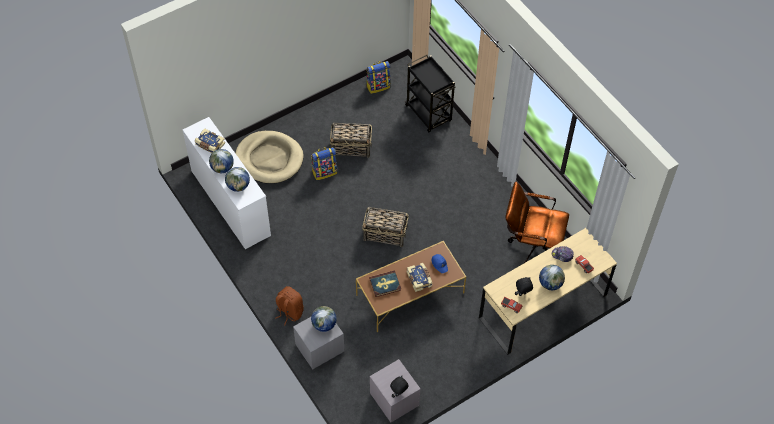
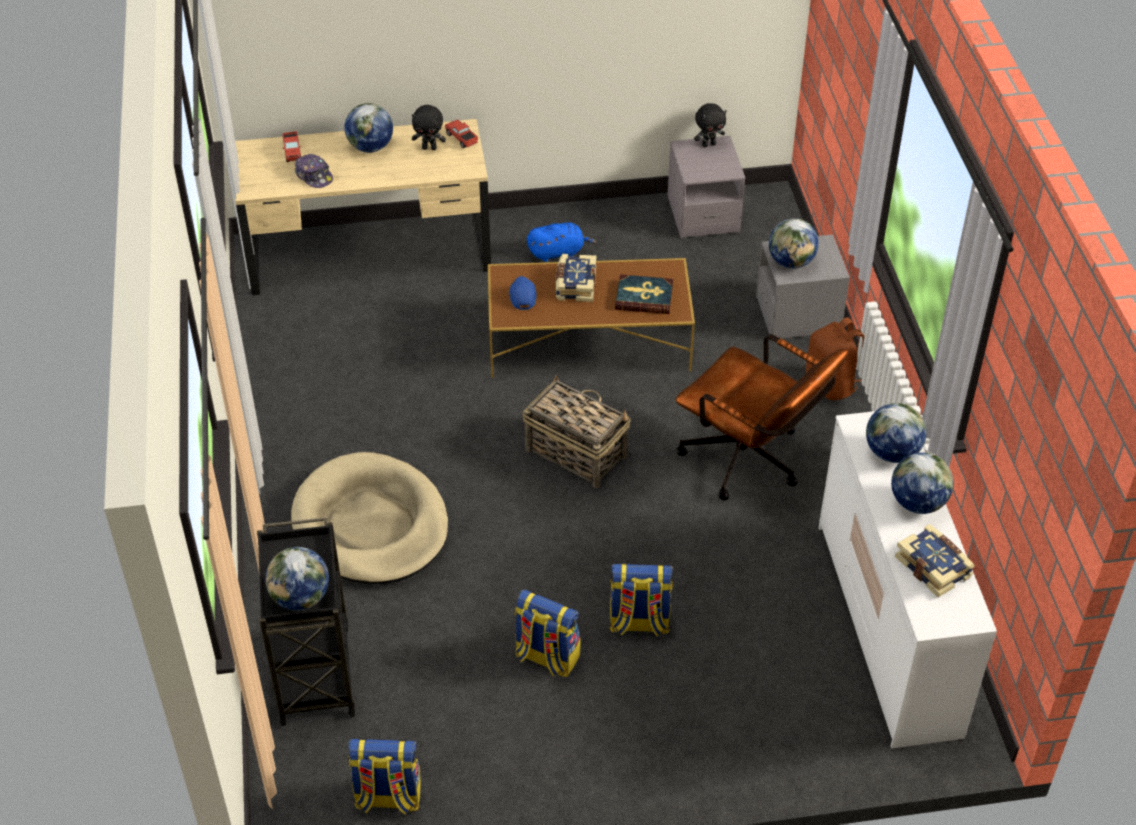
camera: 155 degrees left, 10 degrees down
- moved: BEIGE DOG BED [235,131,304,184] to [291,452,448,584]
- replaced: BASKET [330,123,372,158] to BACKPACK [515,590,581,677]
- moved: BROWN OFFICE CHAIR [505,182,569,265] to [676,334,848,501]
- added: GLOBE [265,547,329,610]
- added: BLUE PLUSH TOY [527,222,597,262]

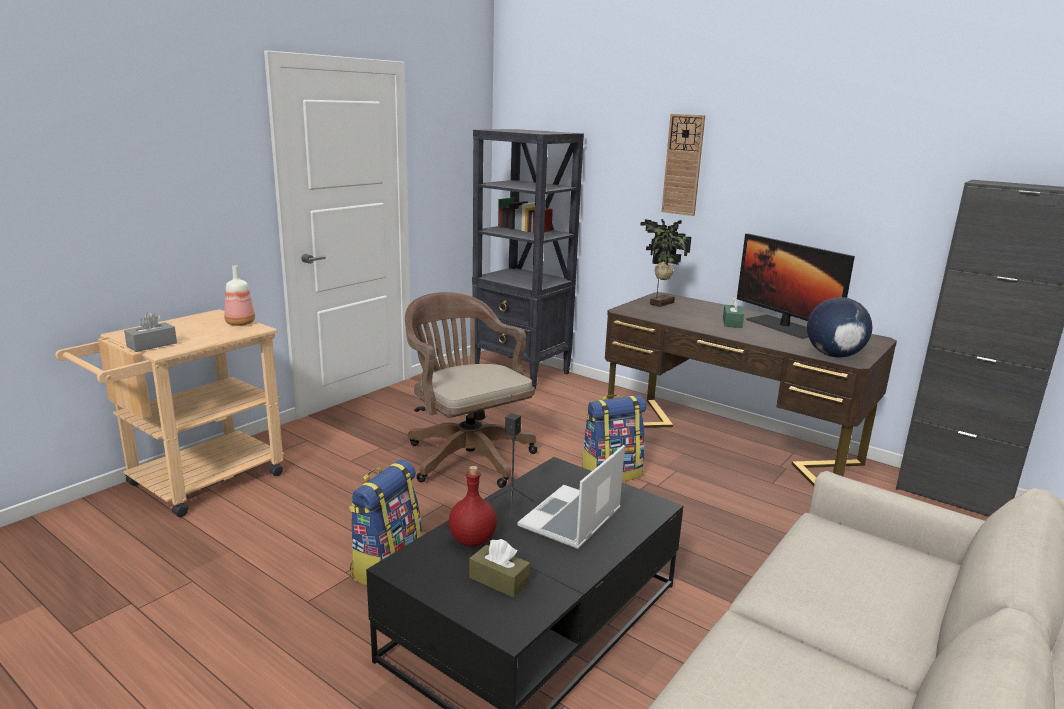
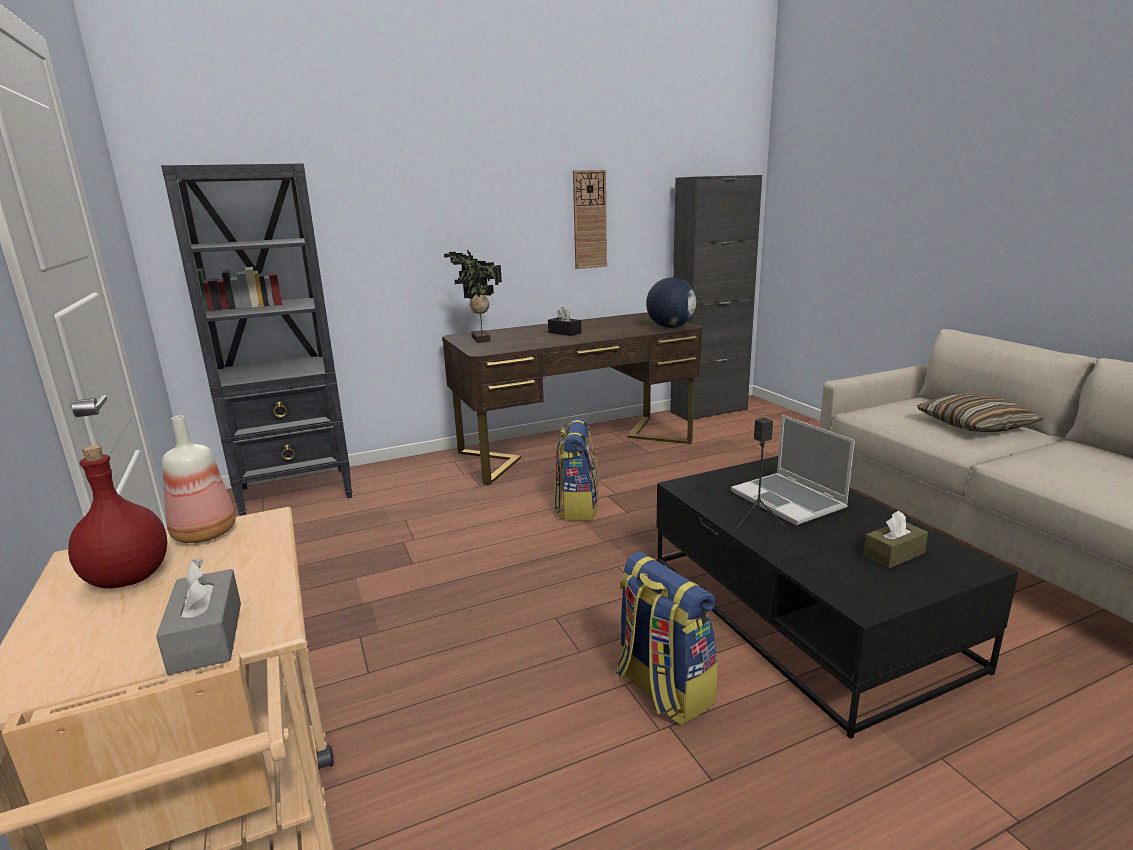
camera: 60 degrees left, 0 degrees up
- removed: BROWN OFFICE CHAIR [405,292,538,488]
- moved: RED BOTTLE [449,466,497,547] to [68,445,167,588]
- moved: WALL CLOCK [661,114,705,216] to [573,170,607,269]
- recoloured: GREEN TISSUE BOX [723,296,744,328] to BLACK TISSUE BOX [548,307,582,336]
- removed: MONITOR [737,234,855,339]
- added: PILLOW [917,393,1044,432]

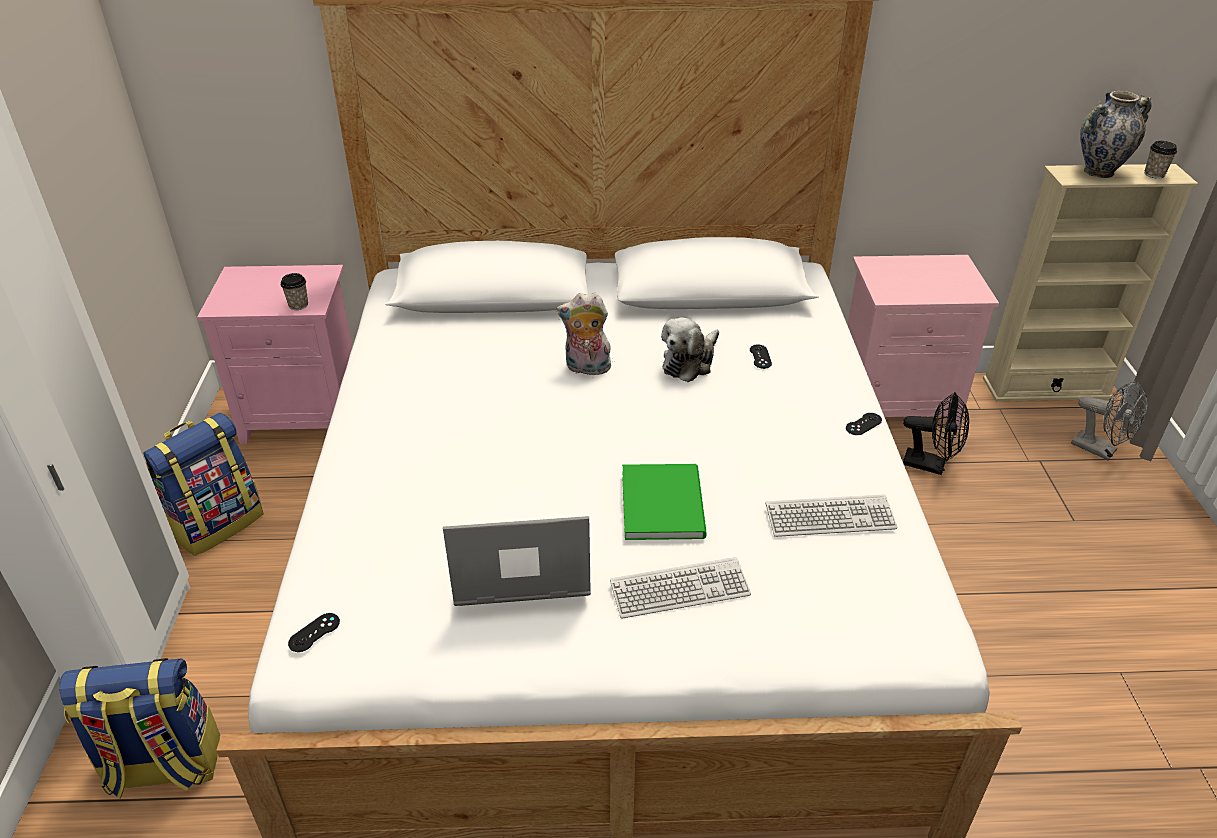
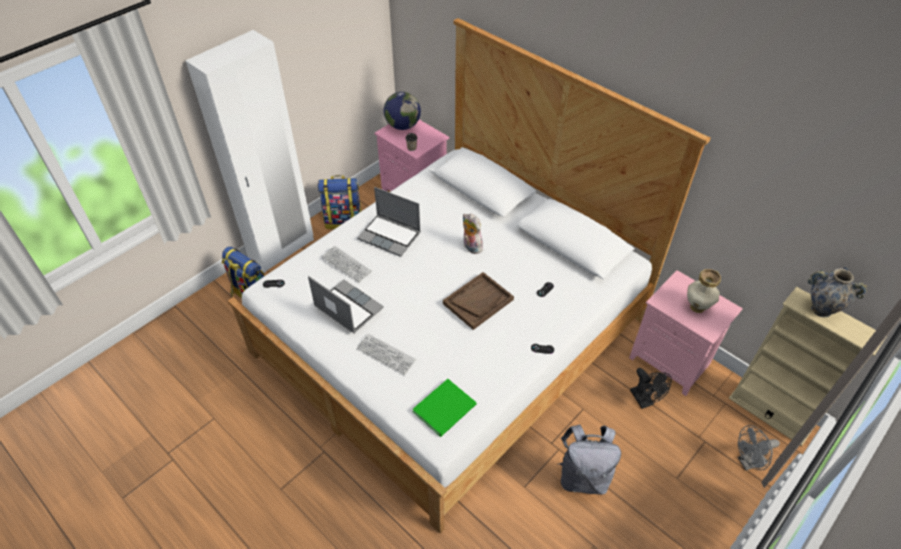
camera: 45 degrees right, 10 degrees up
- moved: GREEN BOOK [622,464,707,540] to [412,379,476,437]
- removed: PLUSH TOY [661,318,719,382]
- moved: KEYBOARD [766,494,897,537] to [322,246,372,283]
- turned: GREY FAN [1071,380,1147,460] = [738,425,780,470] 75 degrees clockwise
- removed: CUP [1145,141,1177,179]
- added: LAPTOP [357,187,421,257]
- added: GLOBE [384,92,421,130]
- added: BROWN TRAY [443,272,514,330]
- added: GREY BACKPACK [557,424,621,495]
- added: VASE [687,269,721,313]

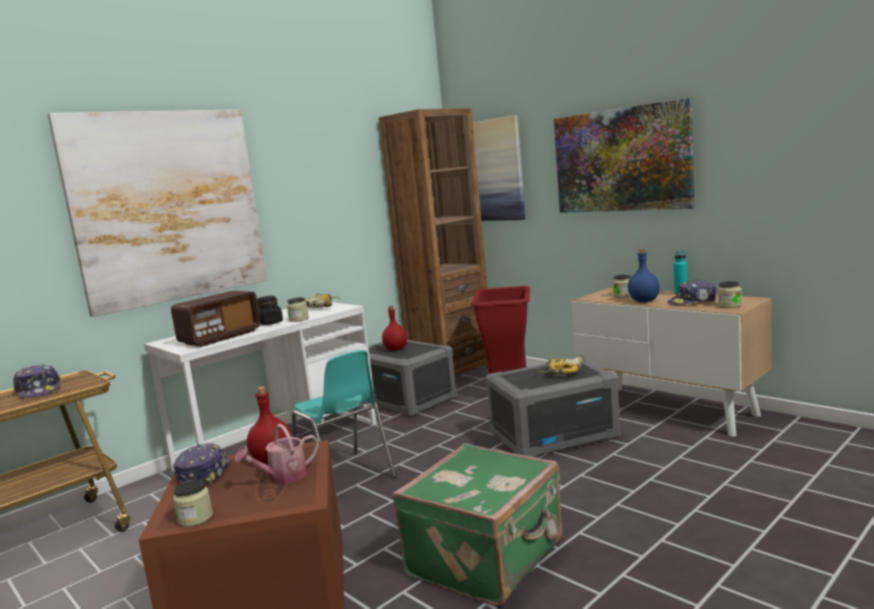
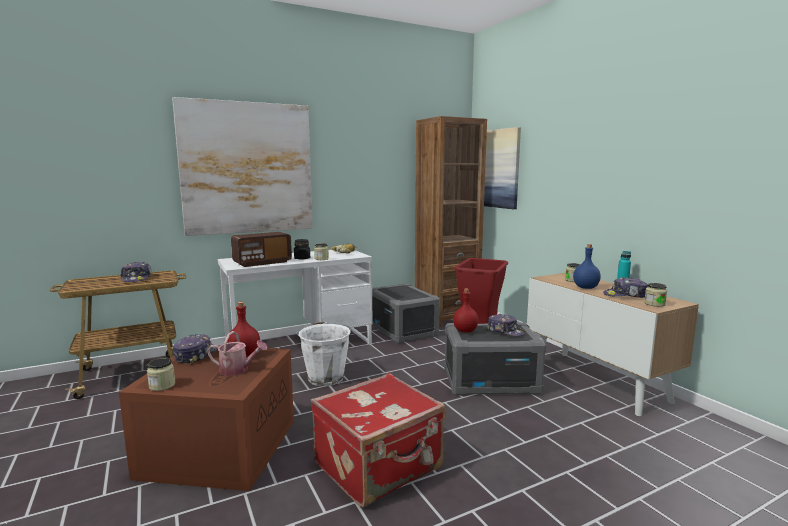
camera: 15 degrees right, 0 degrees up
- turned: WATERING CAN [235,424,319,484] = [207,331,267,376] 150 degrees counterclockwise
- replaced: TURQUOISE CHAIR [292,350,396,501] to WHITE BUCKET [296,322,351,386]
- moved: RED BOTTLE [382,306,407,351] to [453,289,478,333]
- recoloured: GREEN SUITCASE [392,443,563,606] to RED SUITCASE [311,373,445,507]
- replaced: POWER DRILL [538,355,584,374] to CAP [486,314,525,336]
- removed: PICTURE [554,98,695,213]

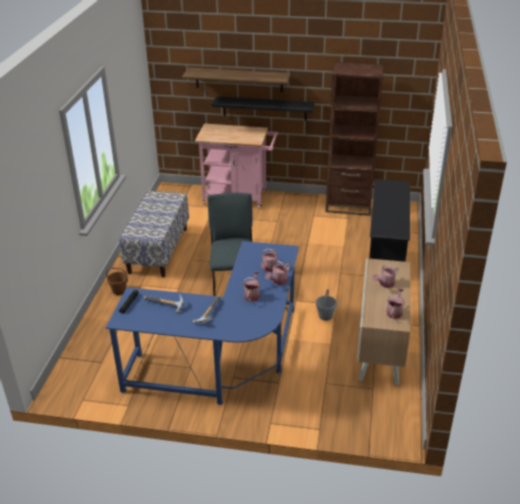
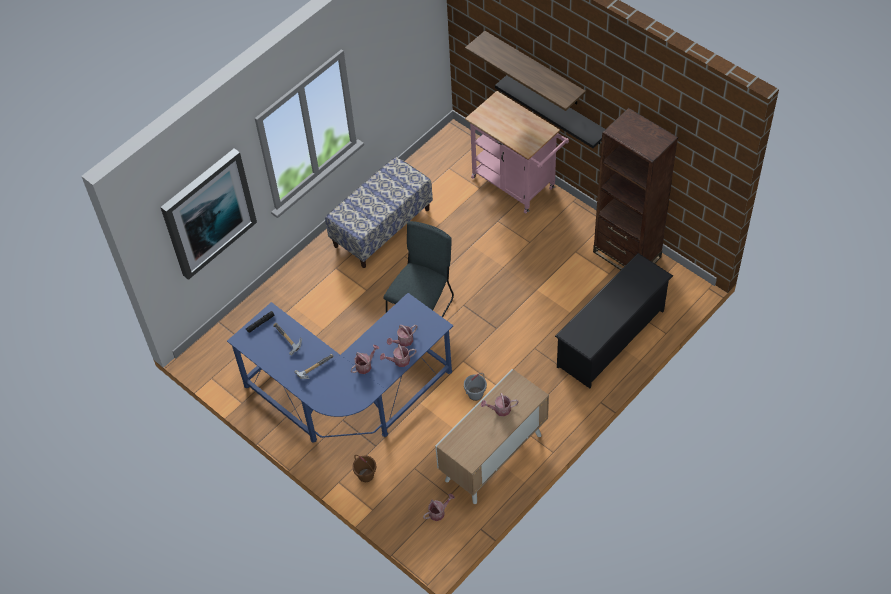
camera: 35 degrees right, 20 degrees up
- moved: BROWN BUCKET [106,267,128,295] to [352,455,376,482]
- moved: WATERING CAN [386,288,405,319] to [423,493,455,521]
- added: PICTURE [160,148,257,280]

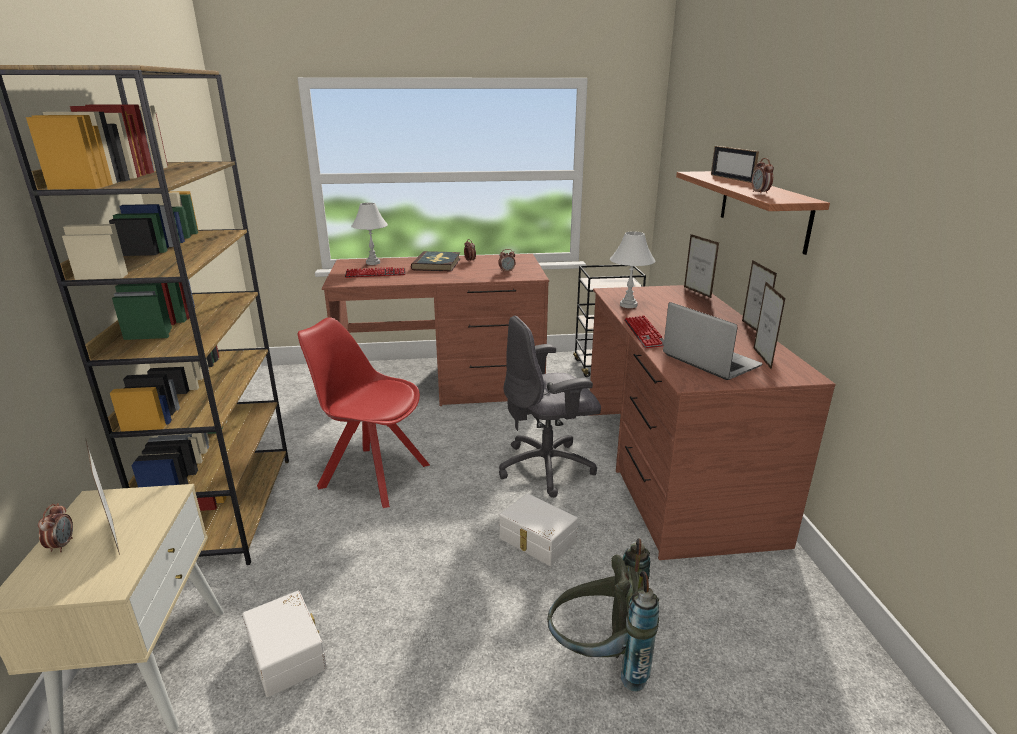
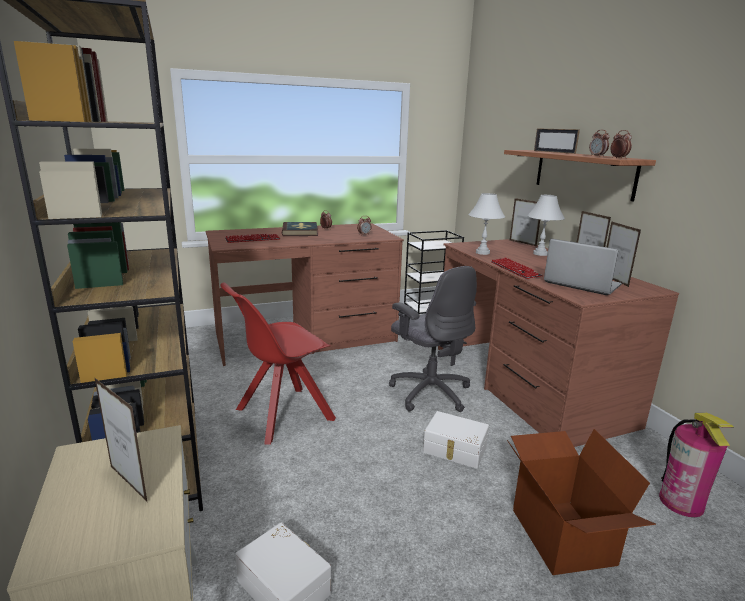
camera: 15 degrees left, 5 degrees down
- moved: ALARM CLOCK [38,503,73,552] to [611,130,632,159]
- turned: RED CHAIR [298,317,430,508] = [221,282,336,445] 45 degrees counterclockwise
- moved: WHITE TABLE LAMP [351,203,388,265] to [527,195,565,256]
- turned: GREY OFFICE CHAIR [499,316,601,498] = [389,266,477,412] 90 degrees counterclockwise
- replaced: GREY BACKPACK [547,538,659,692] to CARDBOARD BOX [507,429,656,575]
- added: FIRE EXTINGUISHER [659,413,733,517]

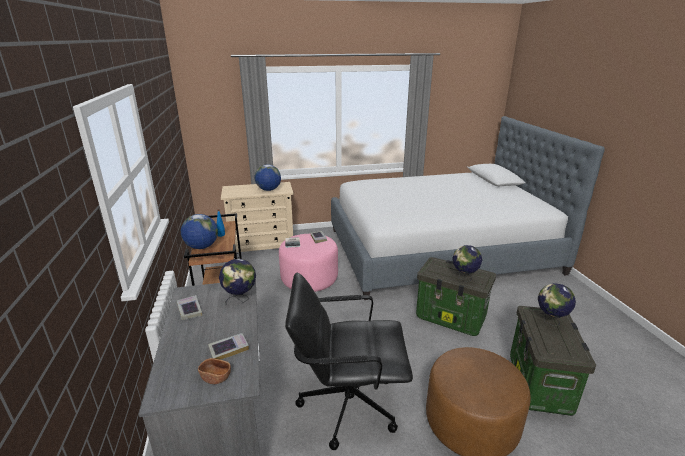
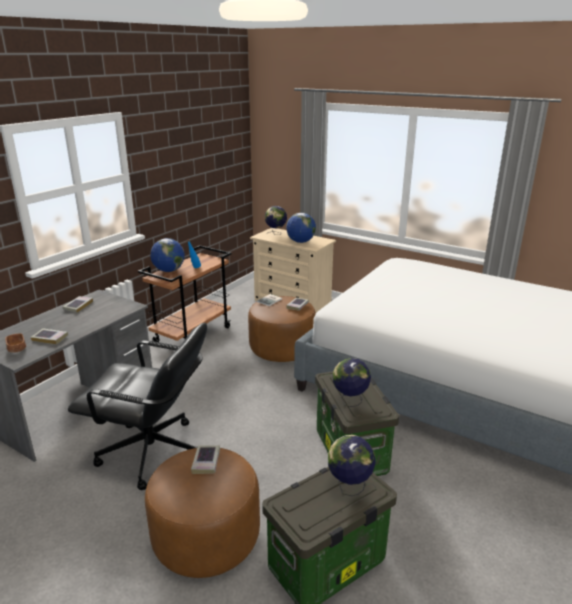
camera: 45 degrees right, 0 degrees up
- moved: GLOBE [219,259,256,305] to [265,206,287,235]
- recoloured: PINK OTTOMAN [279,234,338,292] to BROWN OTTOMAN [248,296,316,362]
- turned: BLACK OFFICE CHAIR [285,272,413,450] = [68,323,207,490] 150 degrees clockwise
- added: BOOK [191,445,220,474]

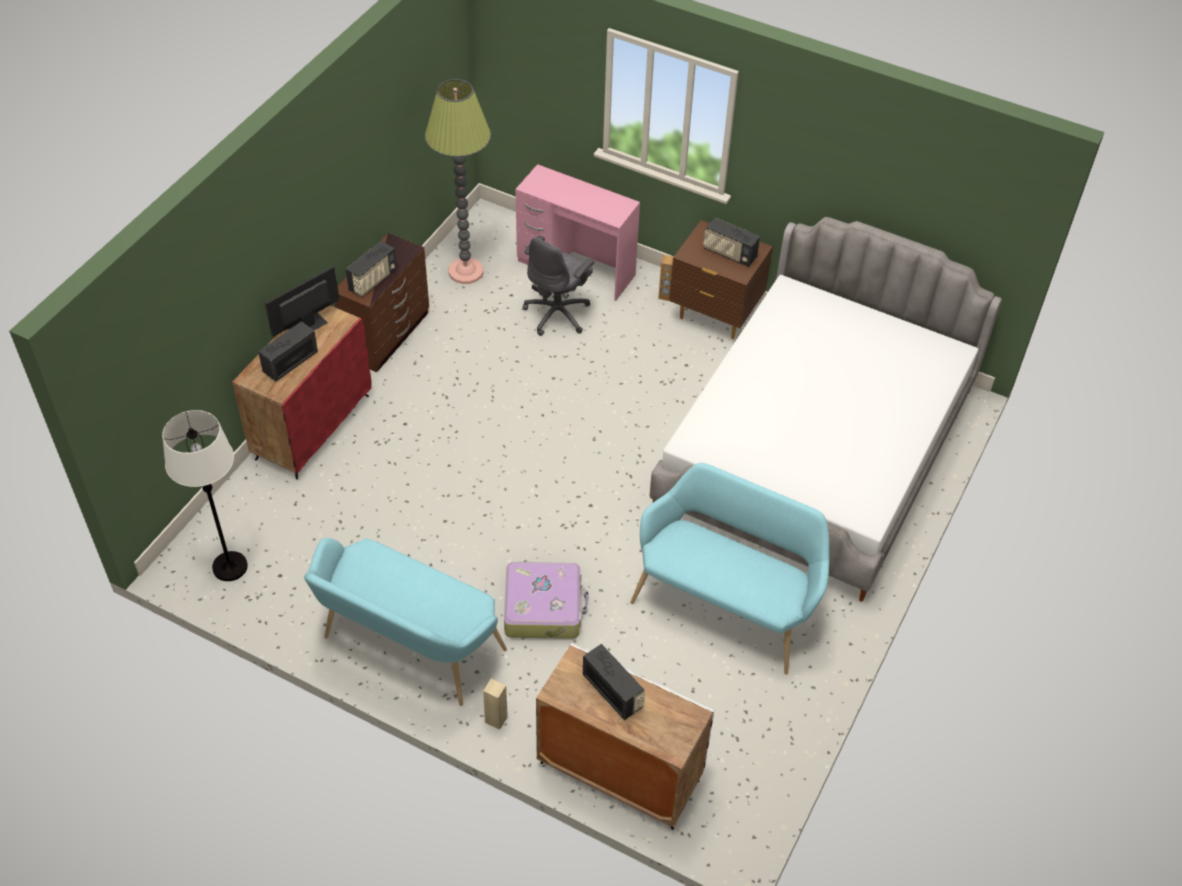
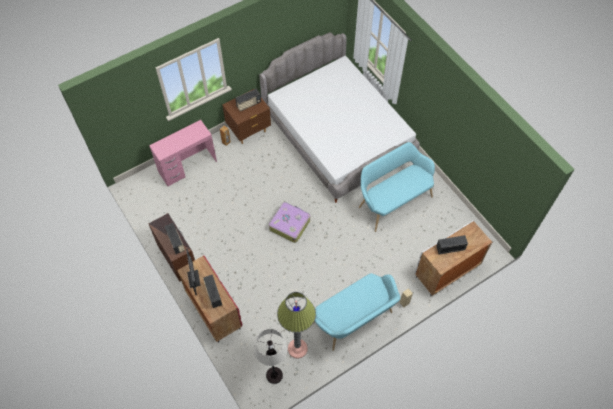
camera: 60 degrees left, 10 degrees up
- moved: FLOOR LAMP [425,79,491,284] to [277,292,316,358]
- moved: SUITCASE [504,562,589,639] to [269,202,310,243]
- removed: GREY OFFICE CHAIR [523,236,594,336]

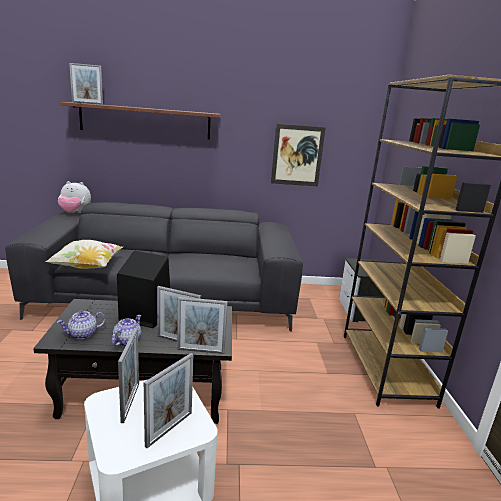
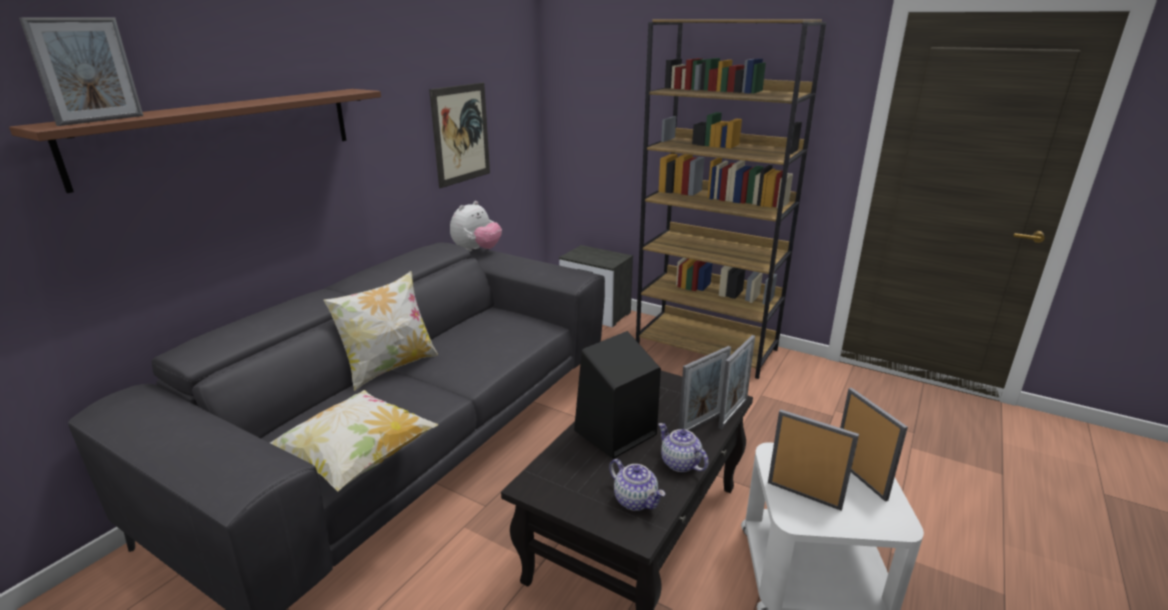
camera: 55 degrees left, 5 degrees up
- turned: TEAPOT [57,311,106,339] = [609,459,665,511] 45 degrees counterclockwise
- moved: PLUSH TOY [58,181,91,213] to [450,201,502,252]
- added: PILLOW [324,271,438,391]

